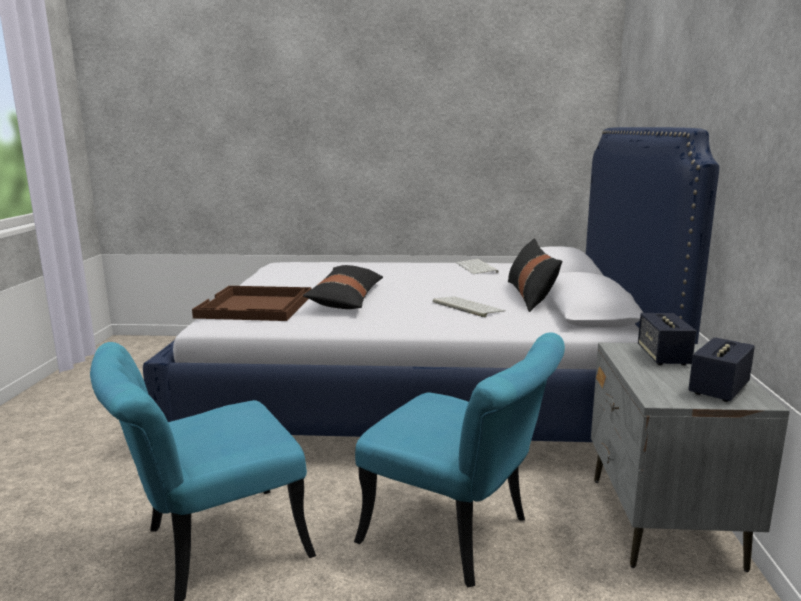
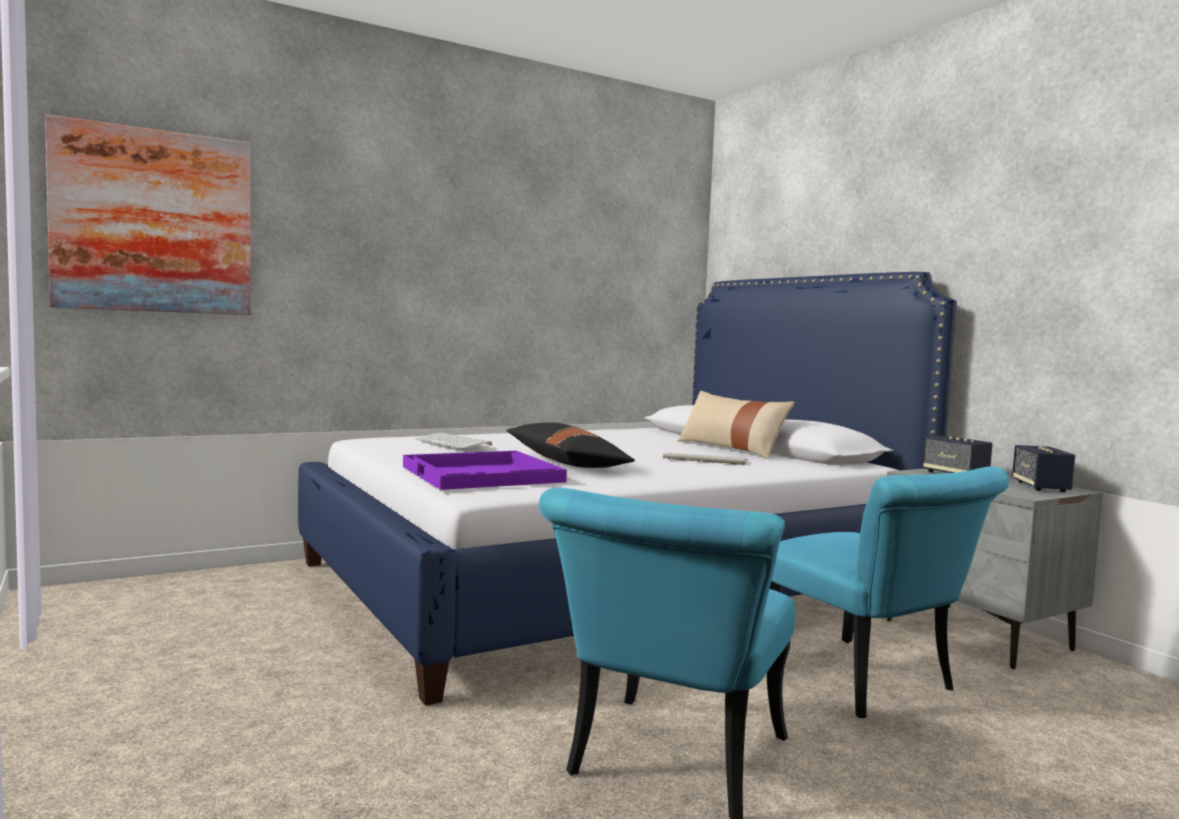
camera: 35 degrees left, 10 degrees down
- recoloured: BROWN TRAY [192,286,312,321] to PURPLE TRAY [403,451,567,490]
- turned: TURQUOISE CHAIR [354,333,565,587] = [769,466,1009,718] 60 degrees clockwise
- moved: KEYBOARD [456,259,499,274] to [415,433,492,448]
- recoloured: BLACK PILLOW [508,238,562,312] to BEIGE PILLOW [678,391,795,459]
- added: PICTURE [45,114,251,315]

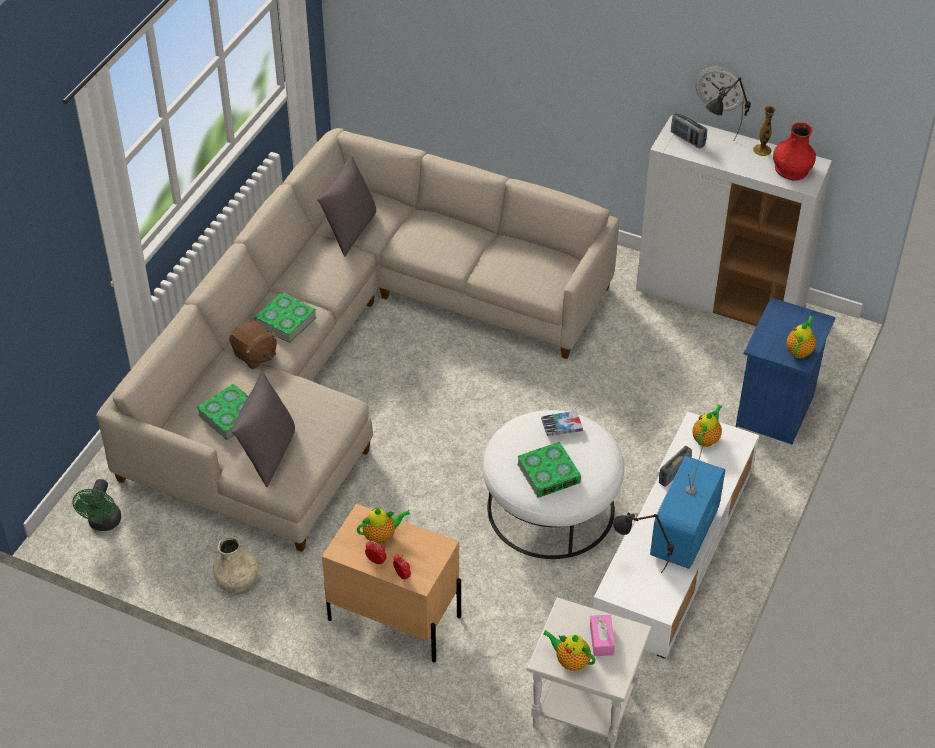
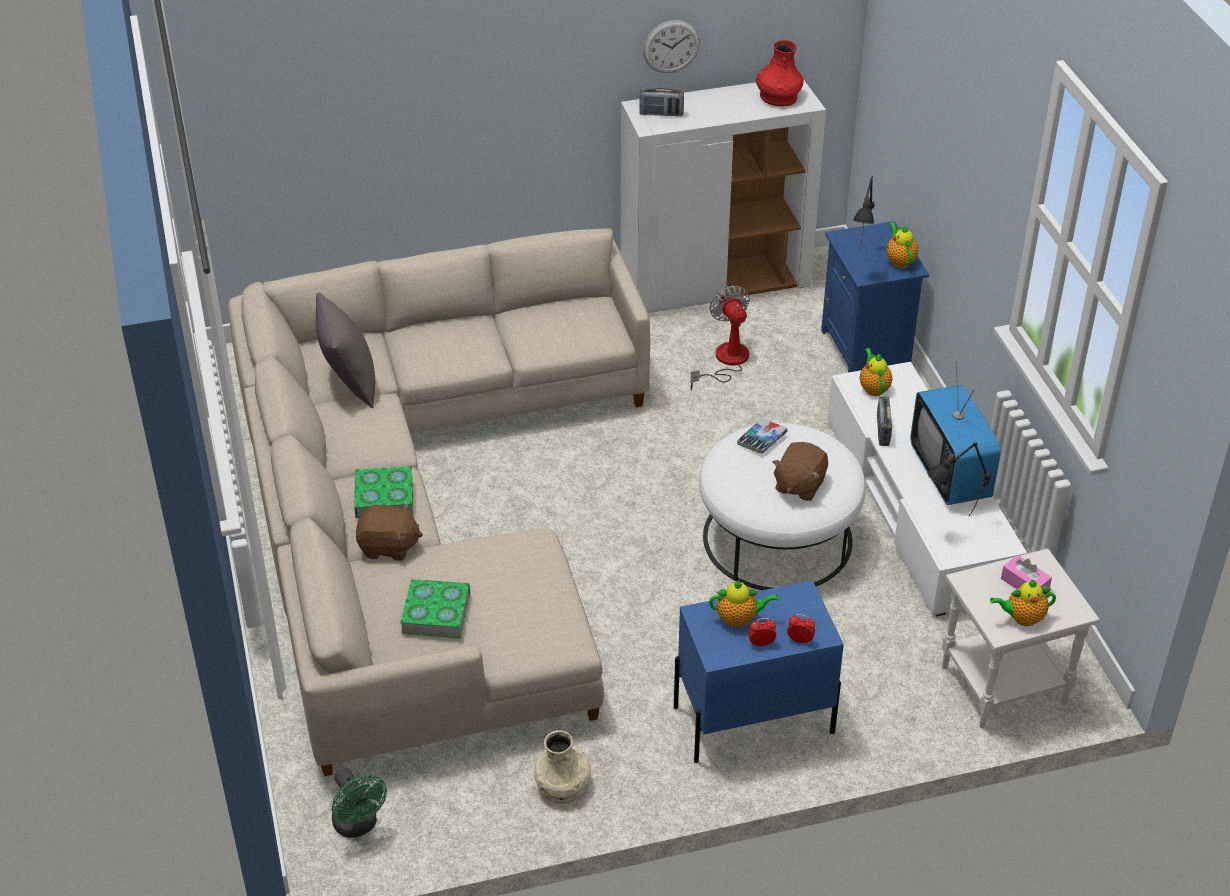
camera: 40 degrees left, 5 degrees down
- removed: GREY PILLOW [232,372,295,487]
- recoloured: BEIGE NIGHTSTAND [322,504,461,662] to BLUE NIGHTSTAND [674,580,844,763]
- turned: TEAPOT [357,508,410,544] = [709,581,778,628] 60 degrees clockwise
- replaced: BOOK [517,442,581,498] to BROWN PLUSH TOY [772,442,828,501]
- moved: BLACK TABLE LAMP [706,77,751,140] to [853,176,875,252]
- removed: VASE [753,106,777,156]
- added: FAN [691,285,750,391]

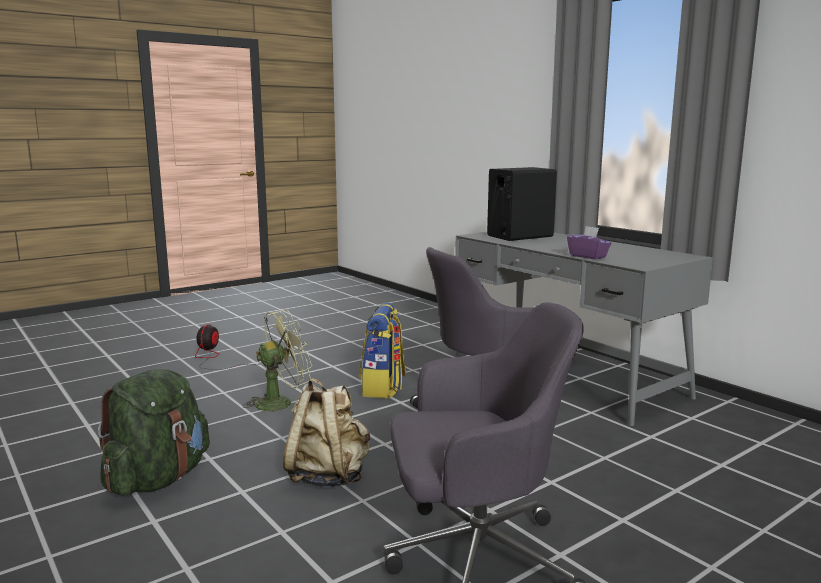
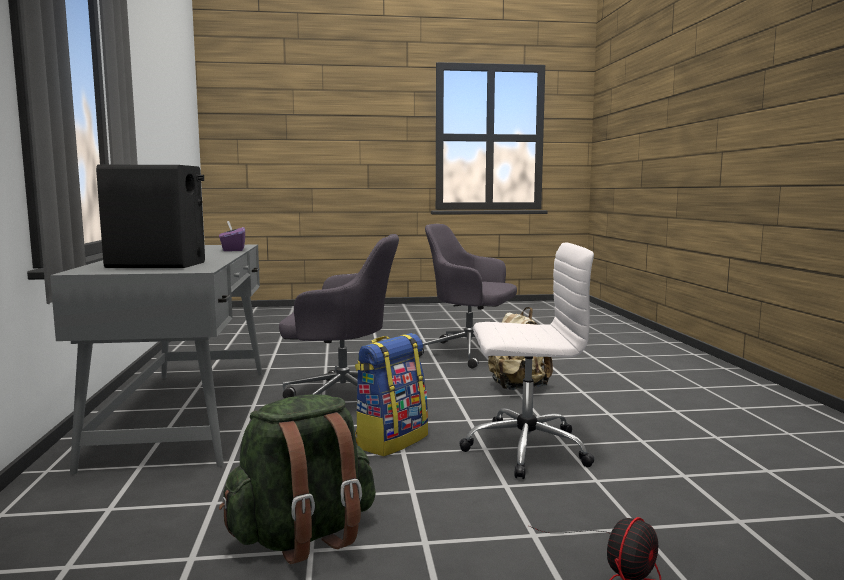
camera: 150 degrees left, 5 degrees down
- moved: GREEN BACKPACK [98,369,210,496] to [219,394,376,564]
- replaced: GREEN FAN [243,309,312,411] to WHITE OFFICE CHAIR [459,243,595,479]

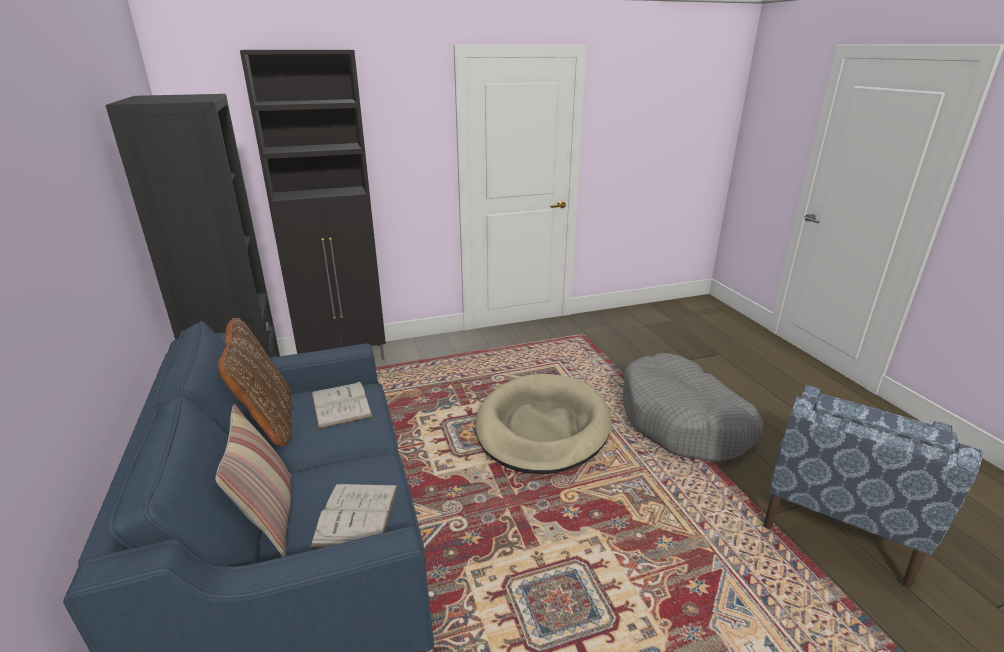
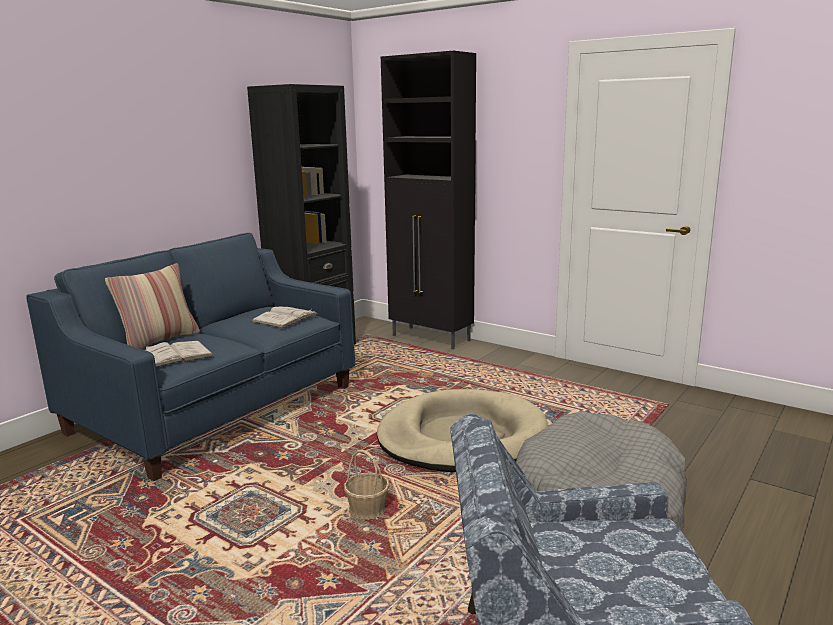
camera: 55 degrees right, 10 degrees down
- removed: BROWN PILLOW [218,318,292,446]
- added: BASKET [344,450,390,519]

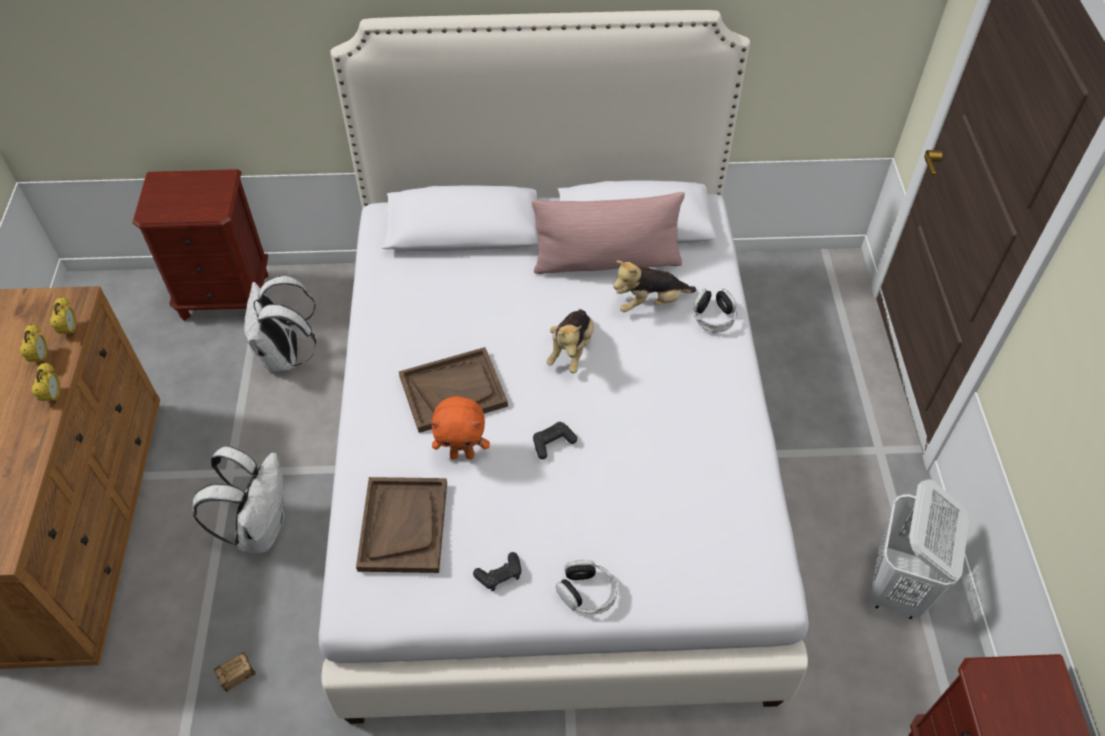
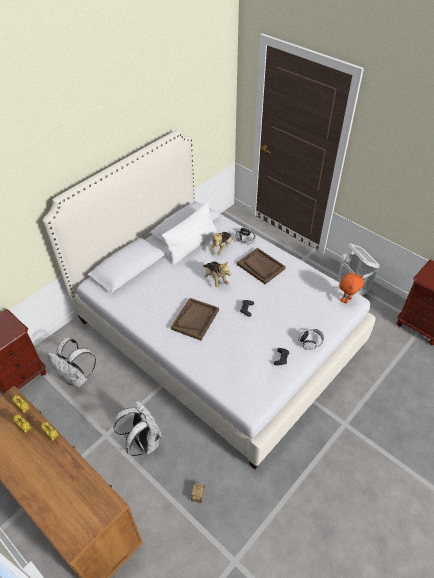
camera: 45 degrees left, 5 degrees down
- moved: BROWN TRAY [356,477,447,573] to [237,248,286,284]
- moved: ORANGE PLUSH TOY [431,396,490,459] to [339,273,364,303]
- recoloured: PINK PILLOW [532,192,685,274] to WHITE PILLOW [162,201,217,265]

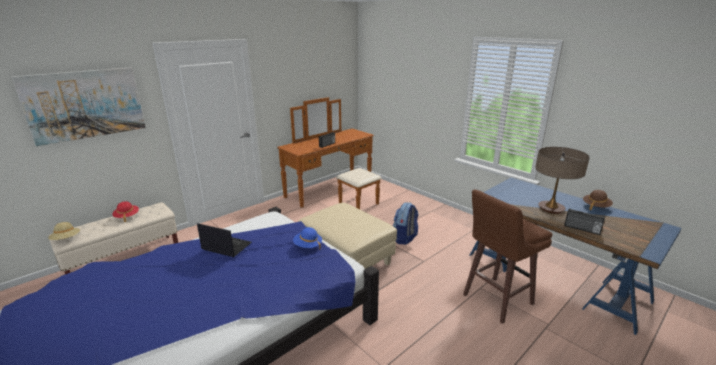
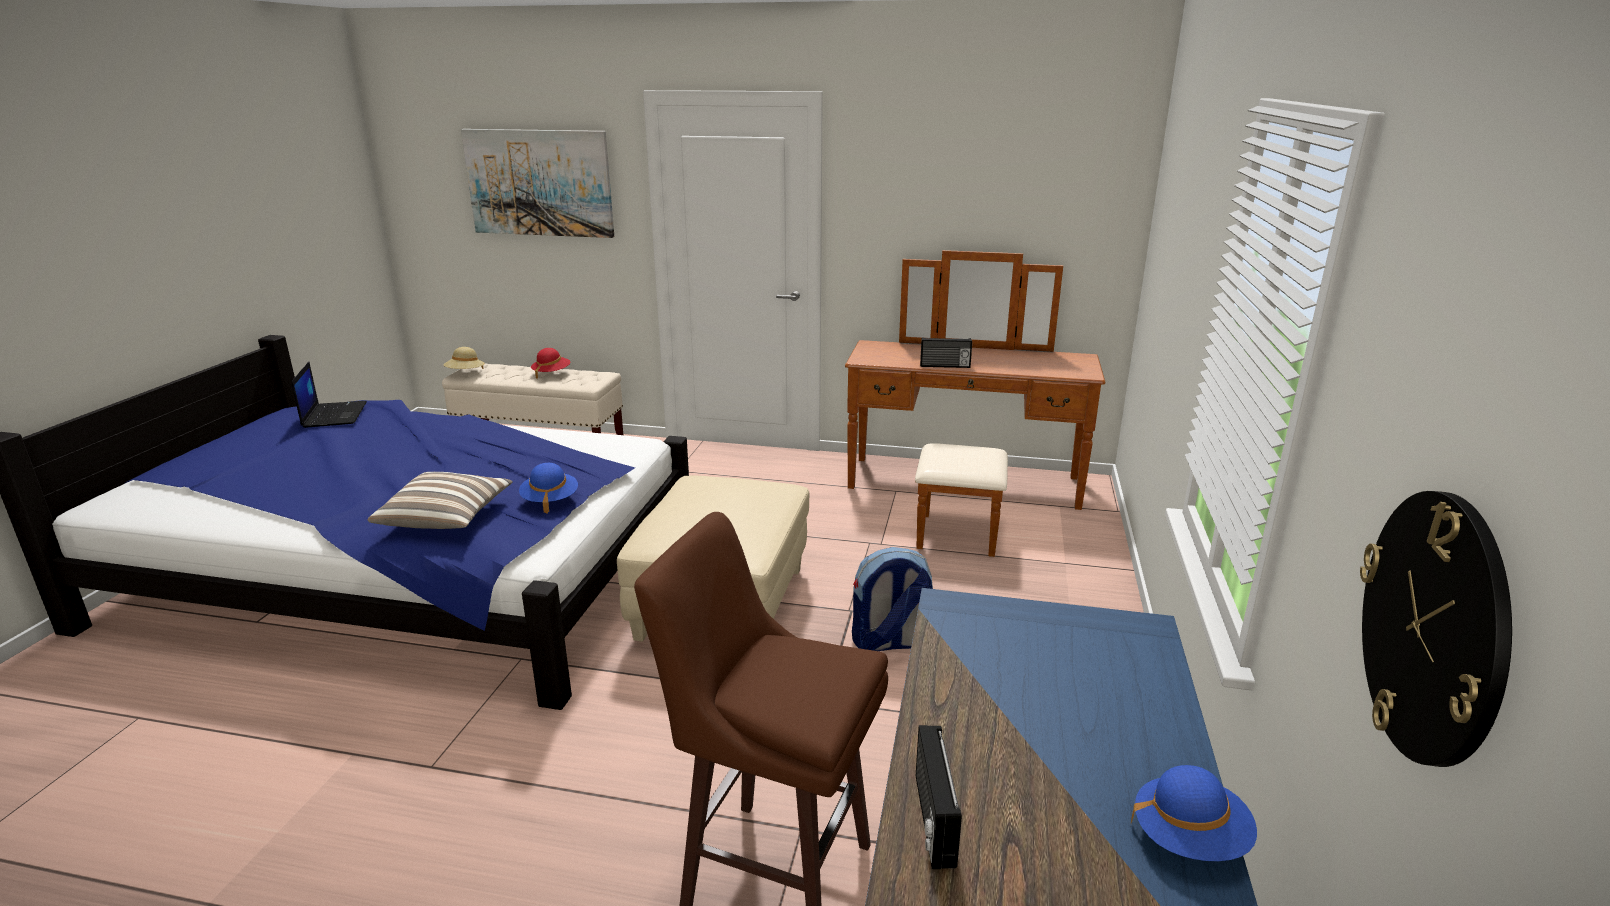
camera: 55 degrees right, 0 degrees up
- moved: LAPTOP [197,223,252,257] to [291,362,367,428]
- removed: TABLE LAMP [535,147,590,214]
- recoloured: BROWN HAT [583,190,613,211] to BLUE HAT [1131,765,1257,861]
- added: PILLOW [367,472,513,529]
- added: WALL CLOCK [1360,491,1512,767]

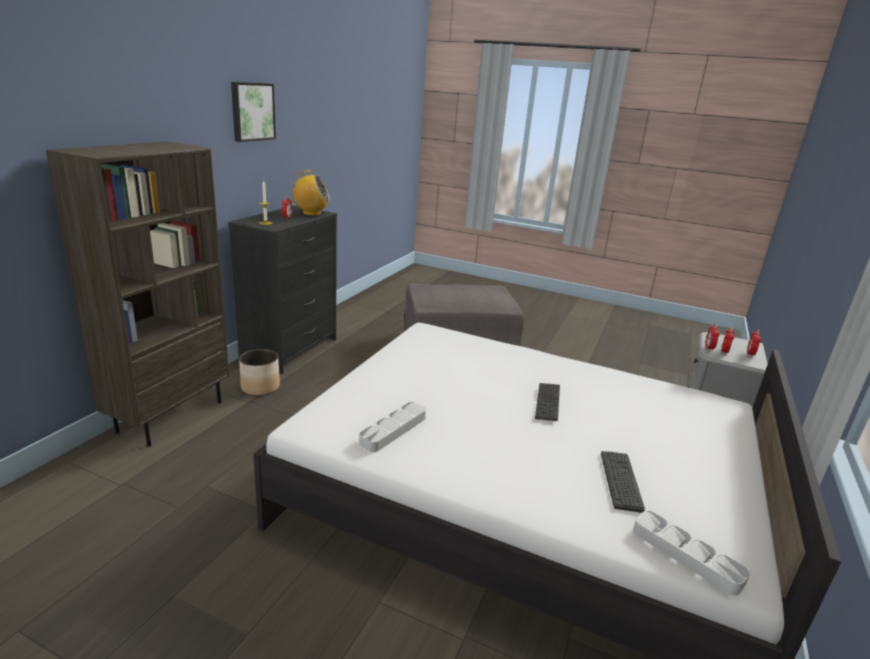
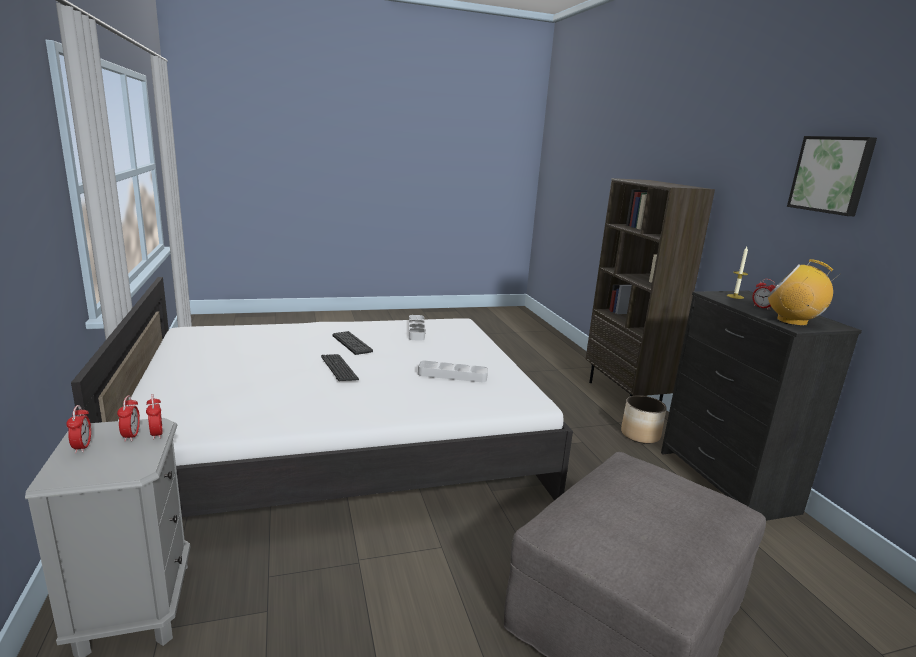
camera: 140 degrees right, 5 degrees down
- turned: RADIO [292,171,330,216] = [767,259,841,326] 75 degrees clockwise
- moved: KEYBOARD [601,451,645,513] to [333,331,373,355]
- moved: GREY TRAY [633,511,750,595] to [418,361,488,382]

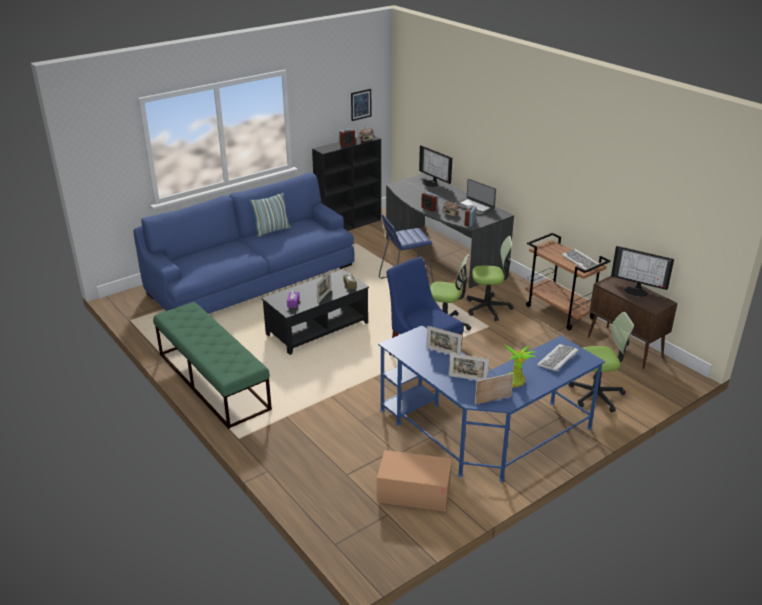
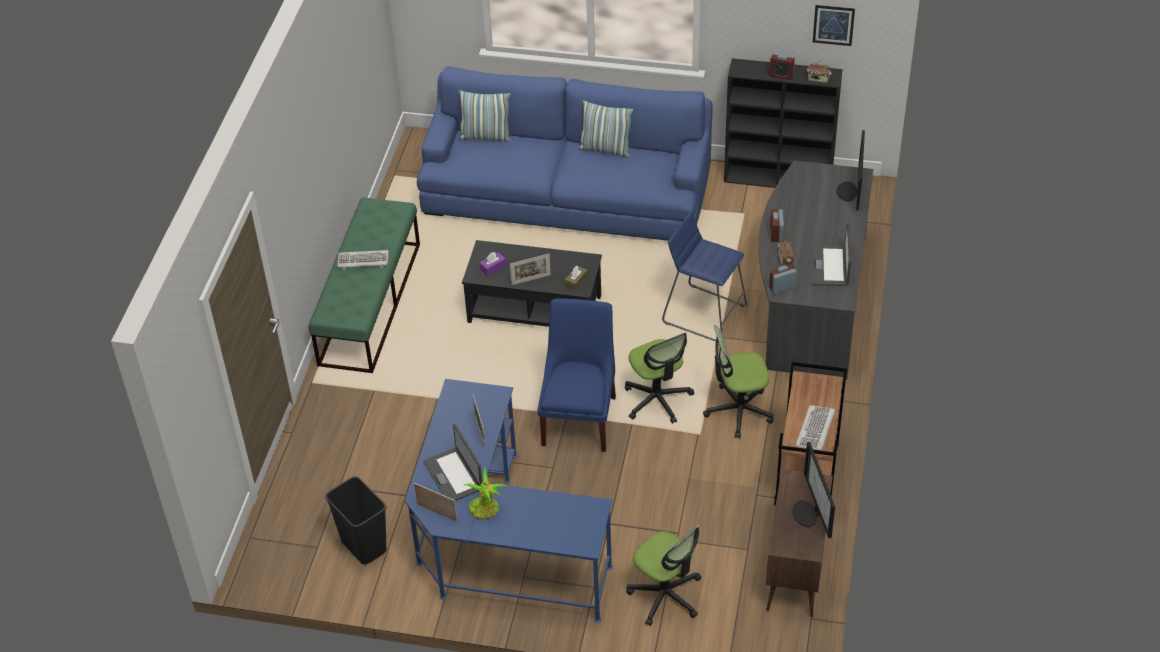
camera: 50 degrees right, 15 degrees up
- replaced: CARDBOARD BOX [377,450,452,512] to BLACK TRASH CAN [325,476,387,564]
- replaced: PICTURE FRAME [449,353,489,380] to LAPTOP [423,424,482,501]
- turned: OFFICE CHAIR [467,236,513,321] = [703,325,774,438] 120 degrees clockwise
- moved: KEYBOARD [537,344,579,372] to [337,250,389,270]
- added: PILLOW [459,90,511,142]

